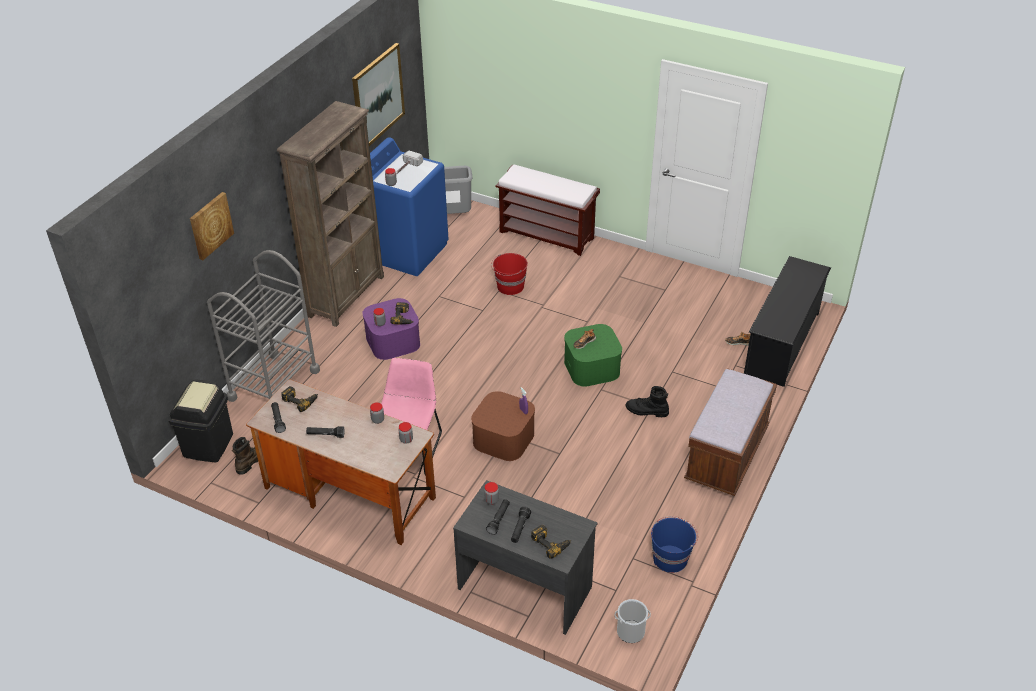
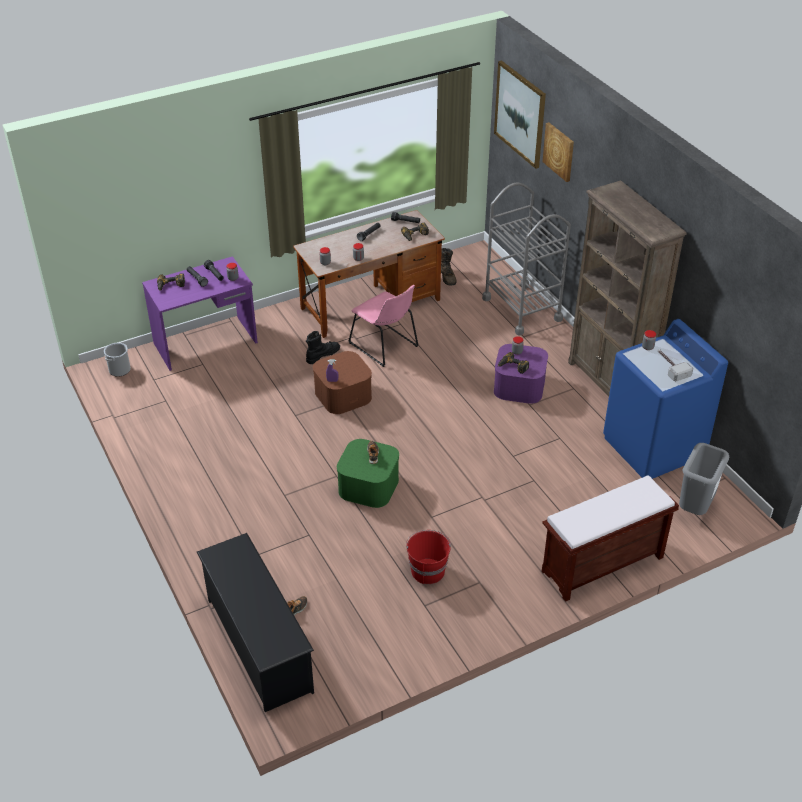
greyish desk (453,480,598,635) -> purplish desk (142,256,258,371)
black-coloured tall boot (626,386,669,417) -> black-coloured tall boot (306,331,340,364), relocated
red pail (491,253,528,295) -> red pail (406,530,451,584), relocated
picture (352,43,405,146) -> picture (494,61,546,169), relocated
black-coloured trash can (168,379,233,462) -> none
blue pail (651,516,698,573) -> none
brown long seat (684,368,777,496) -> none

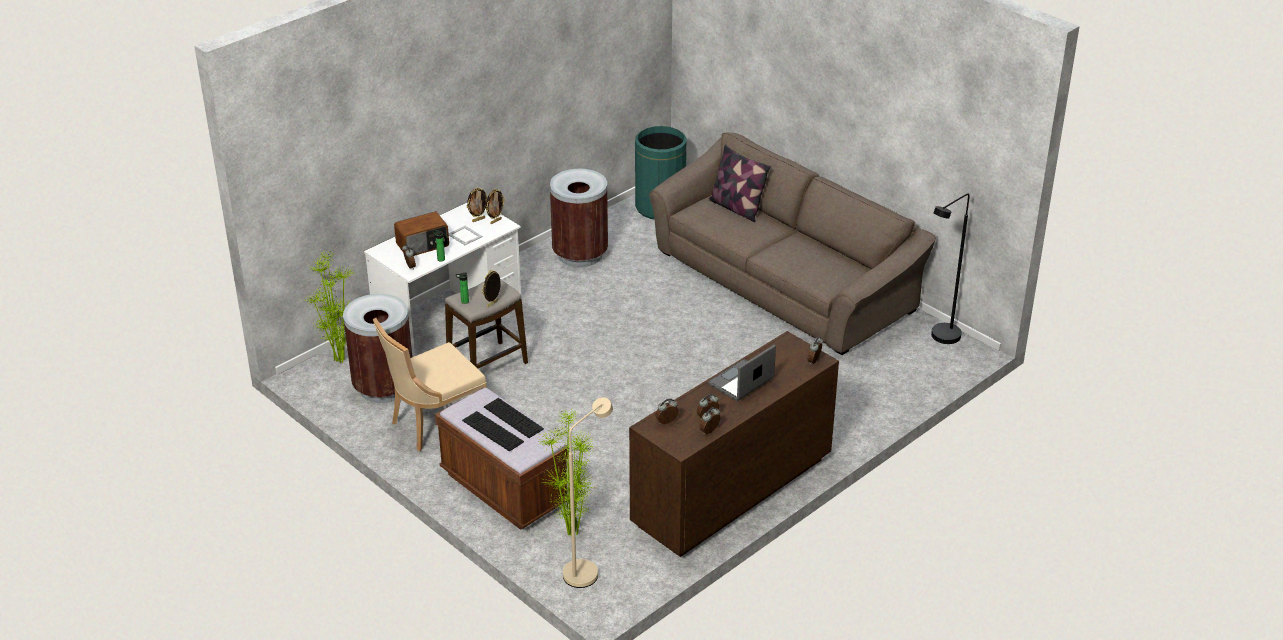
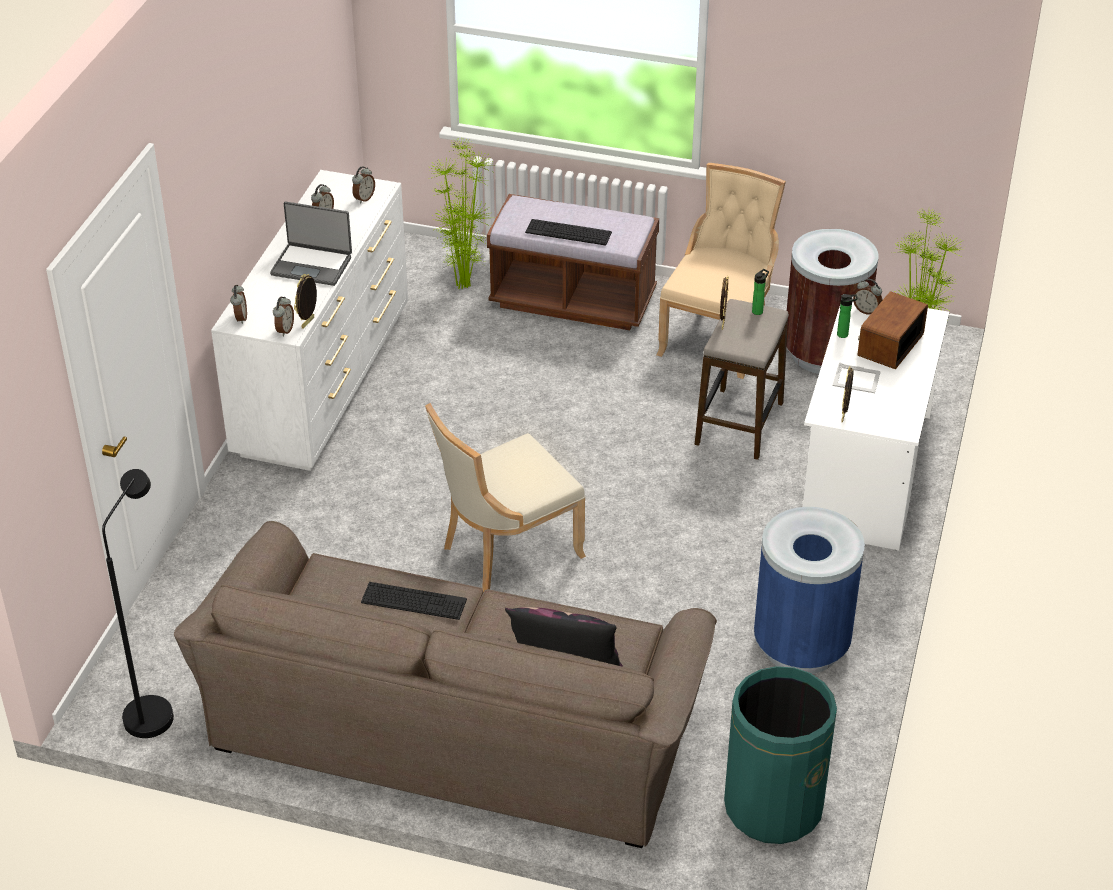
brown drawer chest (629,331,839,557) -> whitish drawer chest (211,170,408,471)
portable computer (708,345,776,401) -> portable computer (270,202,352,286), 90 degrees clockwise
table clock (700,407,720,434) -> table clock (273,297,294,336), relocated
photo frame (467,187,488,222) -> photo frame (294,274,317,329), relocated
keyboard (462,411,524,451) -> keyboard (361,582,467,620), relocated
none -> beige-coloured plain chair (425,403,586,592)
brown trash can (550,169,608,267) -> blue trash can (754,507,865,674)
beige-coloured floor lamp (563,397,613,588) -> none

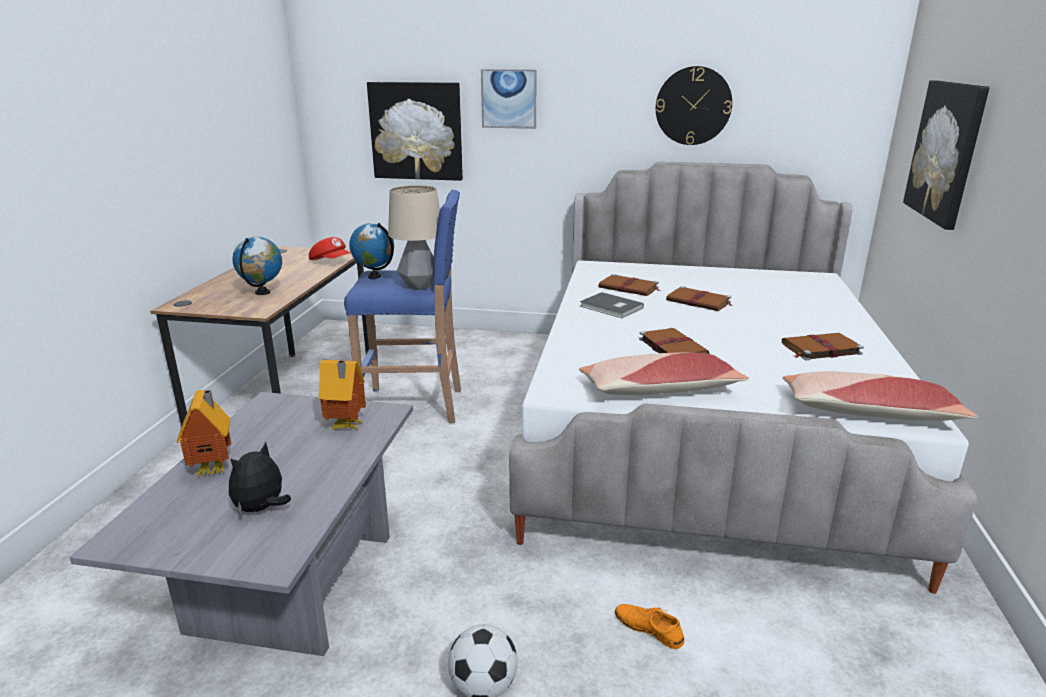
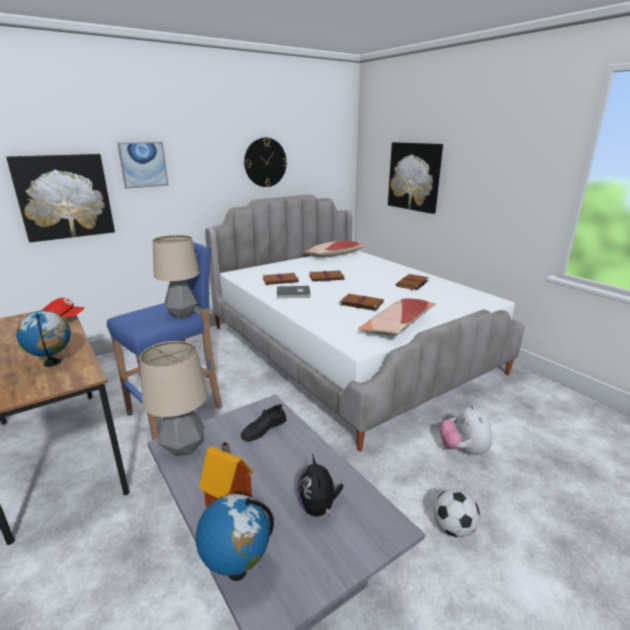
none -> lamp for a table (140,341,208,456)
globe (349,223,394,279) -> globe (196,494,274,581), relocated
toy house (319,360,366,430) -> black-coloured item of footwear (241,404,287,441)
pillow (783,371,978,421) -> pillow (304,240,365,258), relocated
orangey item of footwear (615,604,684,649) -> soft toy (440,405,492,456)

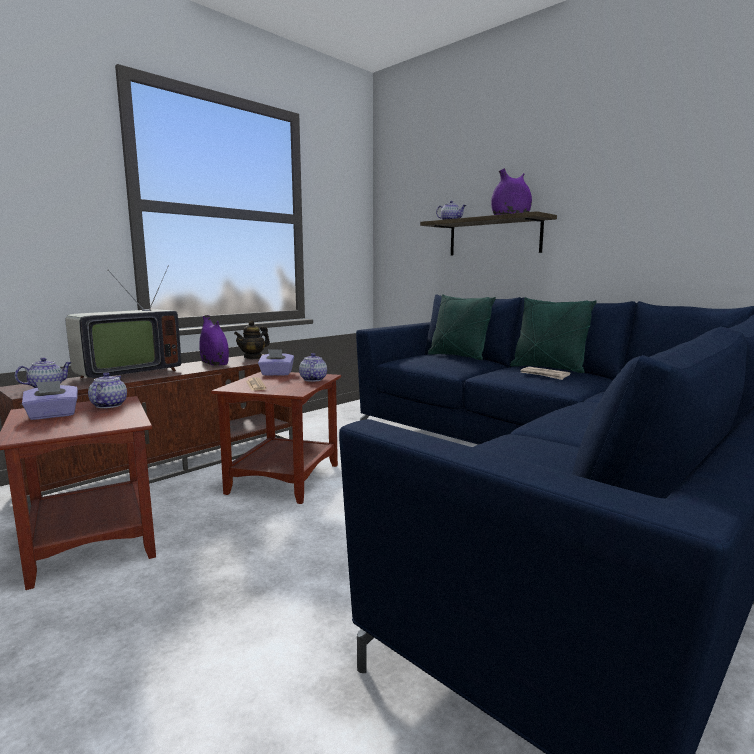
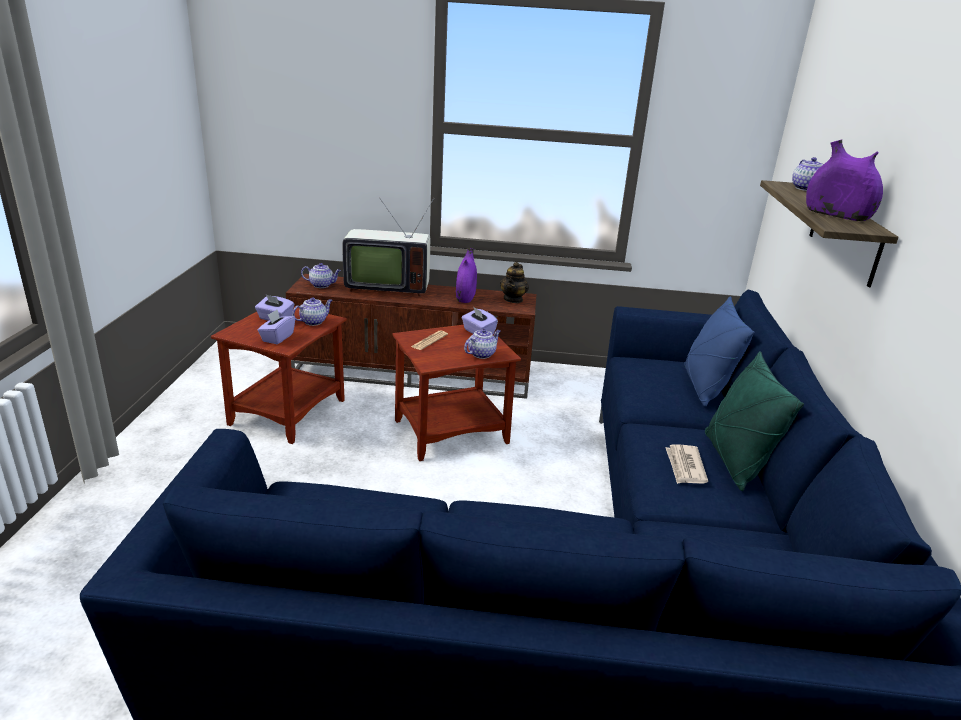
none -> purplish tissue holder (258,310,295,344)
tea pot (234,320,270,359) -> tea pot (500,262,529,303), 75 degrees counterclockwise
greenish pillow (428,294,496,360) -> blue pillow (684,296,754,407)

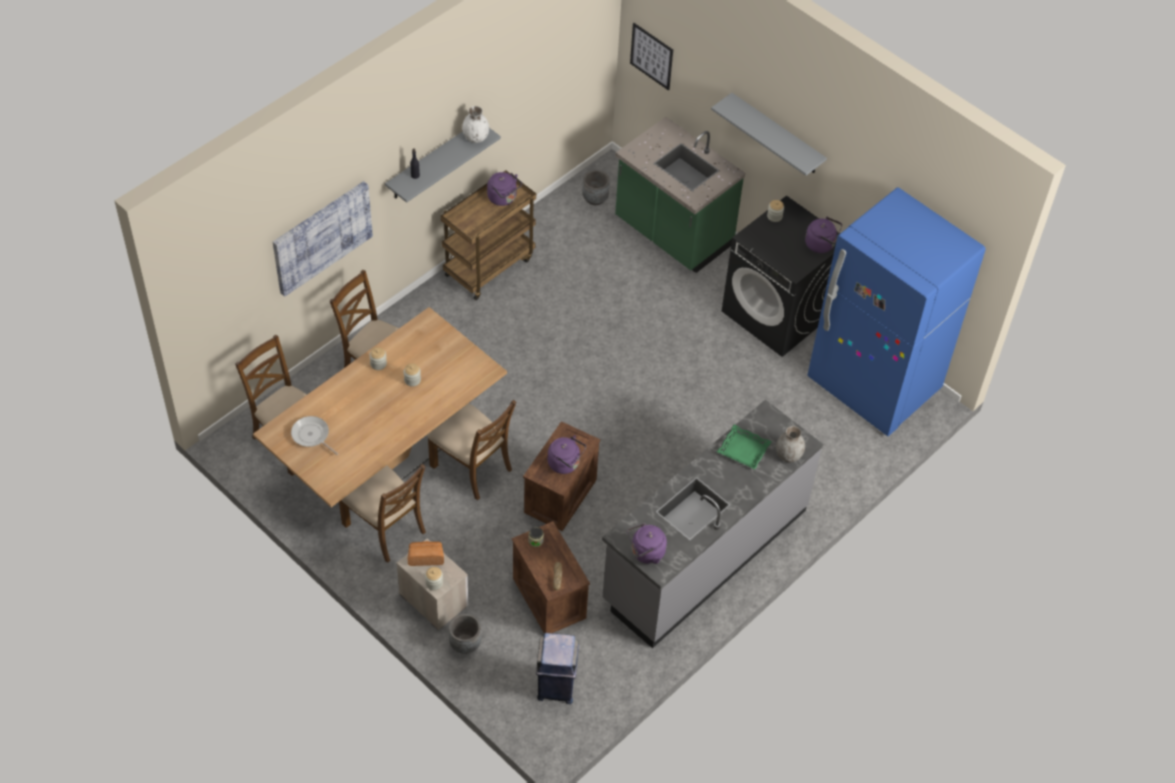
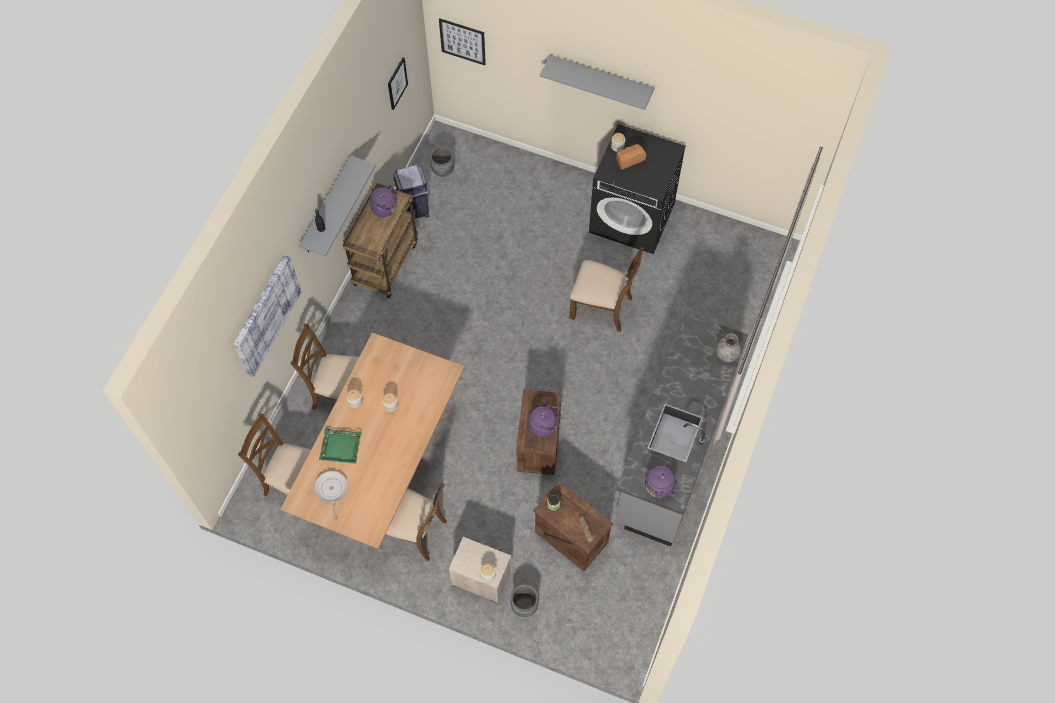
pan (291,416,338,455) -> pan (314,471,348,521), 60 degrees clockwise
greenish carrying tray (717,425,772,469) -> greenish carrying tray (319,429,362,464), relocated
none -> picture (388,57,408,110)
blue trash can (536,633,579,704) -> blue trash can (393,165,430,219), relocated
brown plain chair (428,400,517,500) -> brown plain chair (569,247,644,332), relocated
baked bread (407,541,444,566) -> baked bread (616,144,646,169), relocated
whitish decorative vase (462,106,489,143) -> none
greenish counter (615,117,745,273) -> none
purplish water kettle (805,217,842,253) -> none
blue fridge (807,187,986,436) -> none

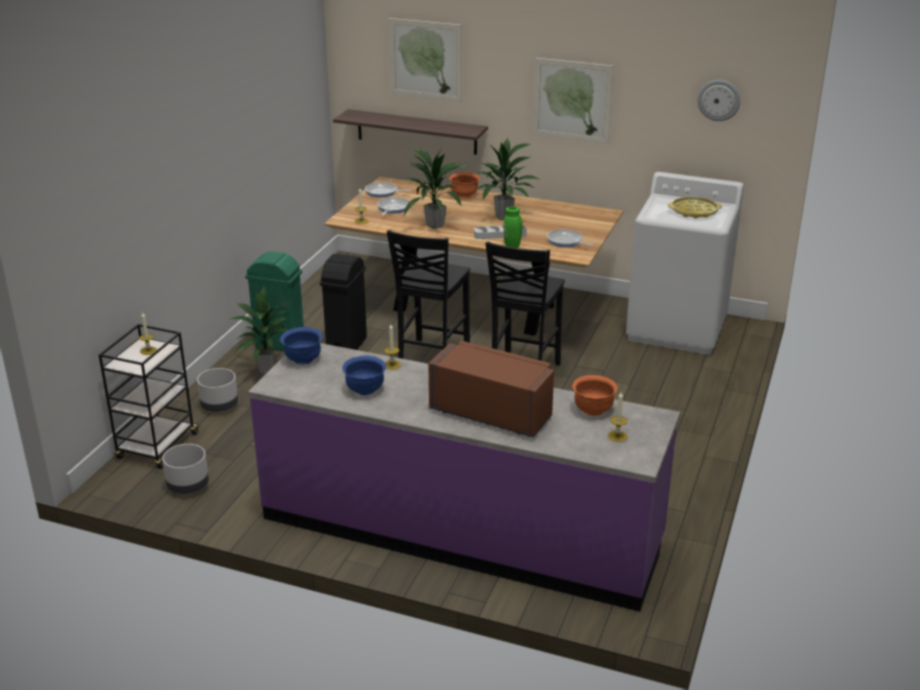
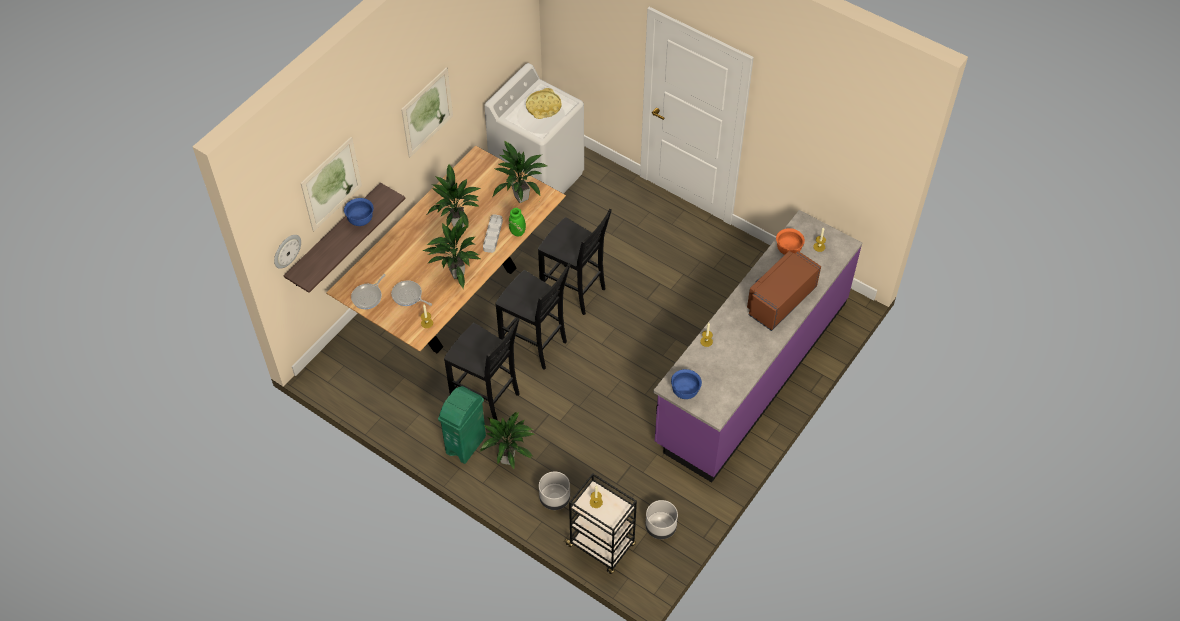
hanging clock (697,80,741,121) -> hanging clock (274,235,301,269), relocated
blue bowl (342,356,386,395) -> blue bowl (344,198,374,226), relocated
black-coloured trash can (320,254,367,350) -> black-coloured plain chair (444,318,520,421)
pan (547,229,594,247) -> potted plant (493,140,548,203)
orangey bowl (449,172,480,198) -> none

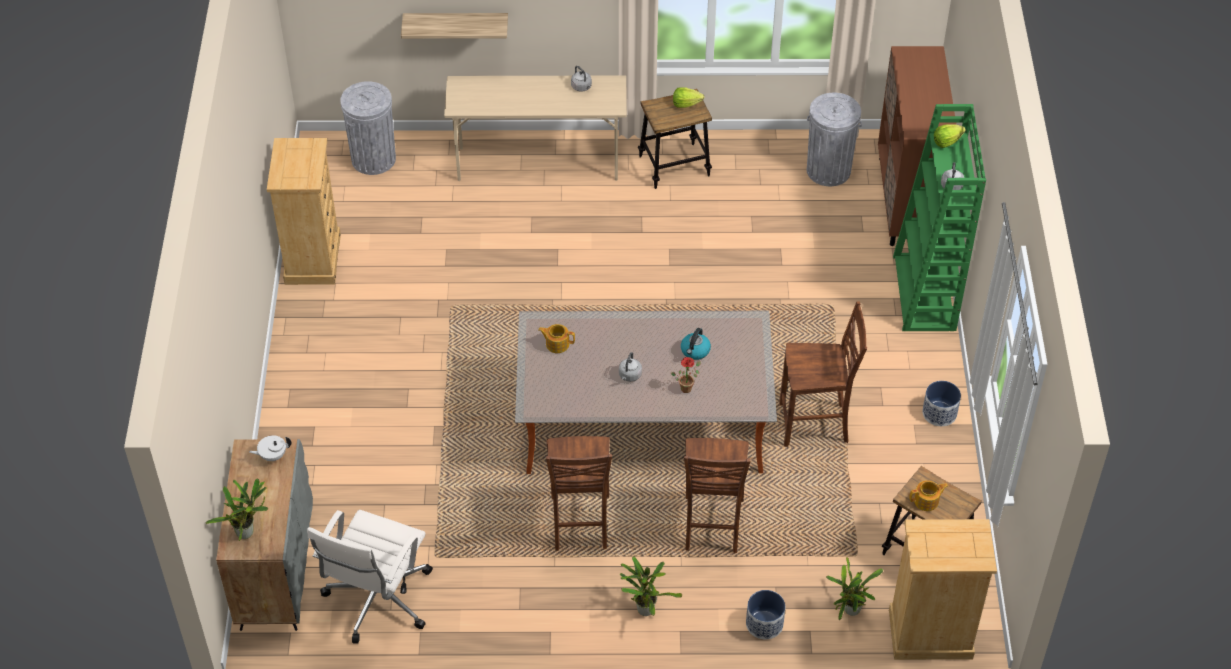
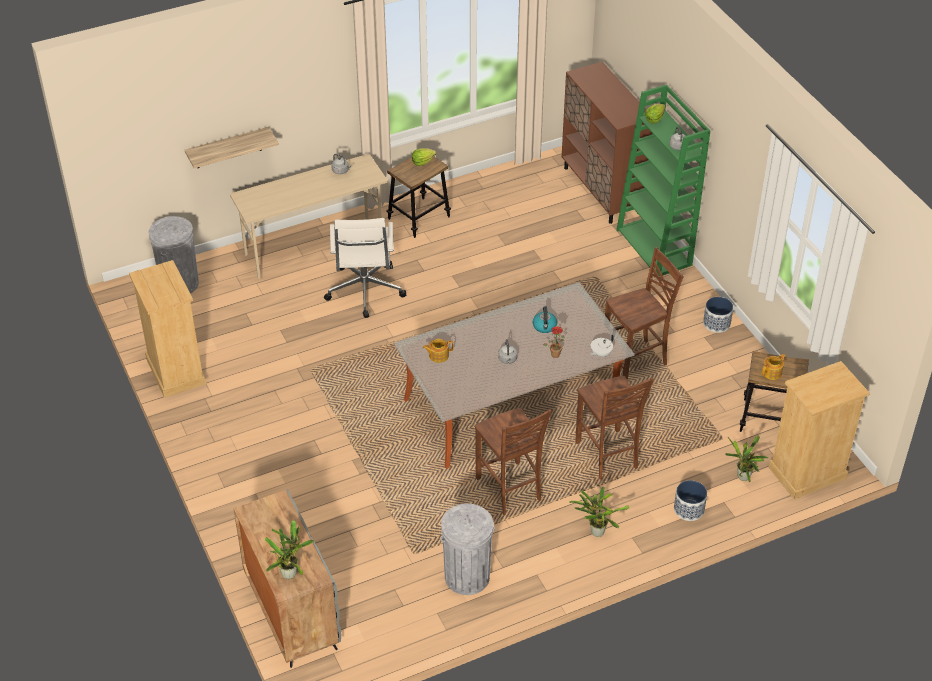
whitish desk chair (307,510,433,644) -> whitish desk chair (324,218,406,318), relocated
greyish trash can (806,93,862,186) -> greyish trash can (440,503,494,595), relocated
whitish tea pot (249,435,291,461) -> whitish tea pot (589,334,614,357), relocated

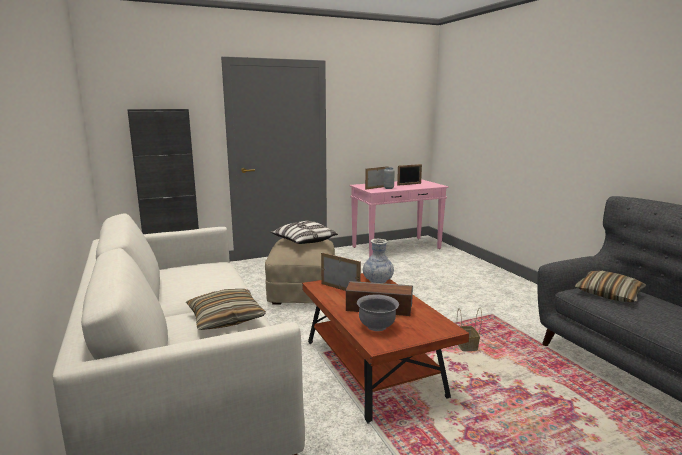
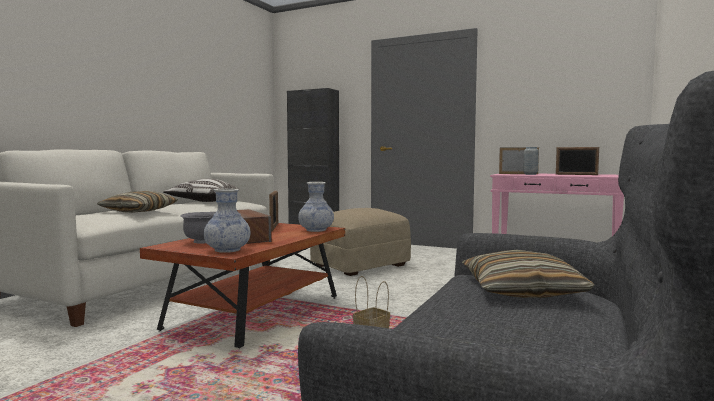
pillow (271,221,338,244) -> pillow (163,179,239,202), relocated
none -> decorative vase (204,189,250,253)

